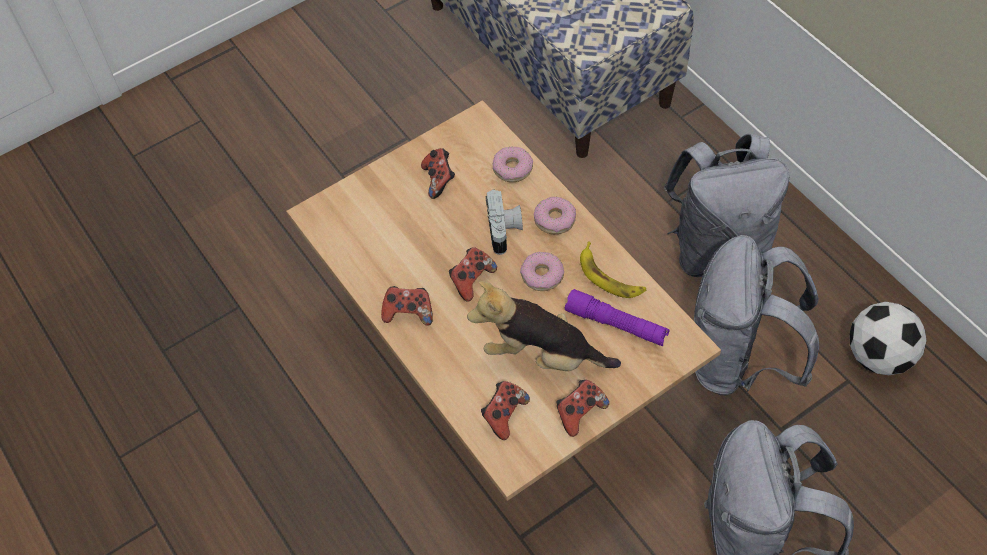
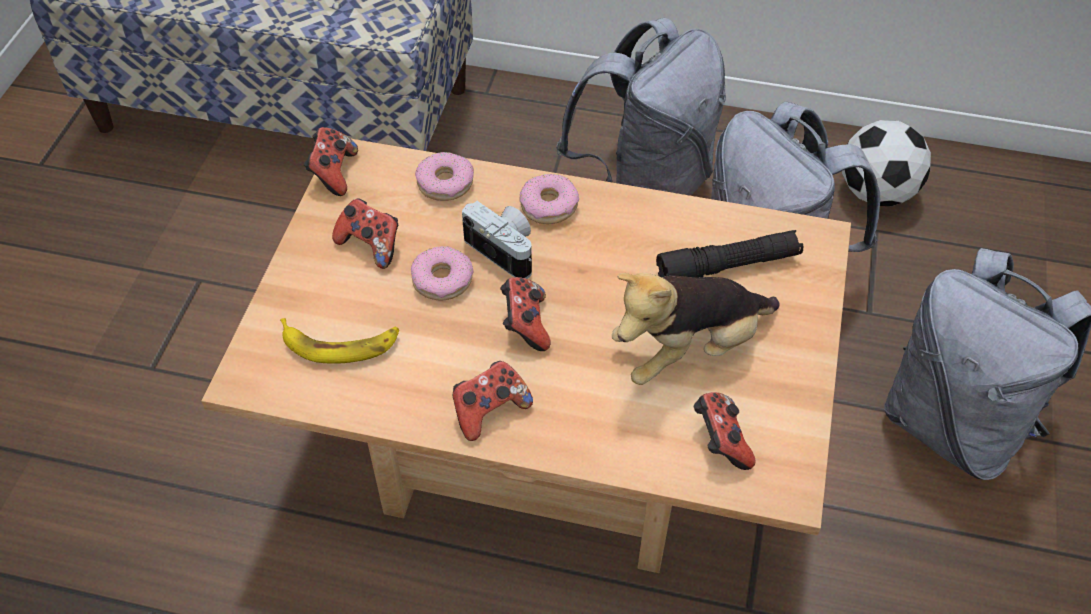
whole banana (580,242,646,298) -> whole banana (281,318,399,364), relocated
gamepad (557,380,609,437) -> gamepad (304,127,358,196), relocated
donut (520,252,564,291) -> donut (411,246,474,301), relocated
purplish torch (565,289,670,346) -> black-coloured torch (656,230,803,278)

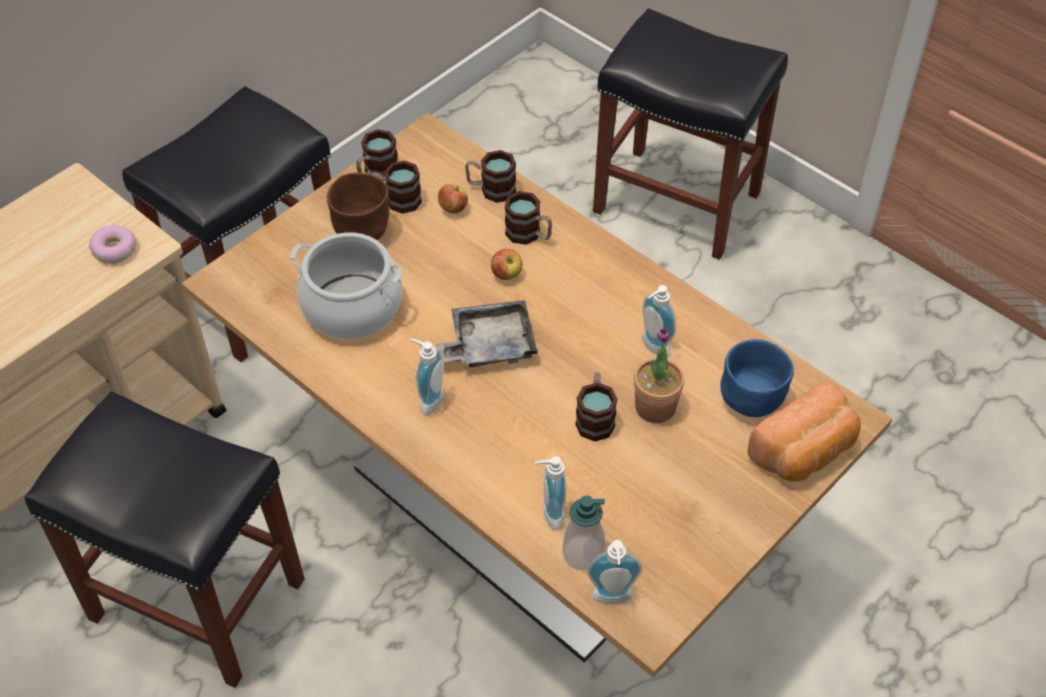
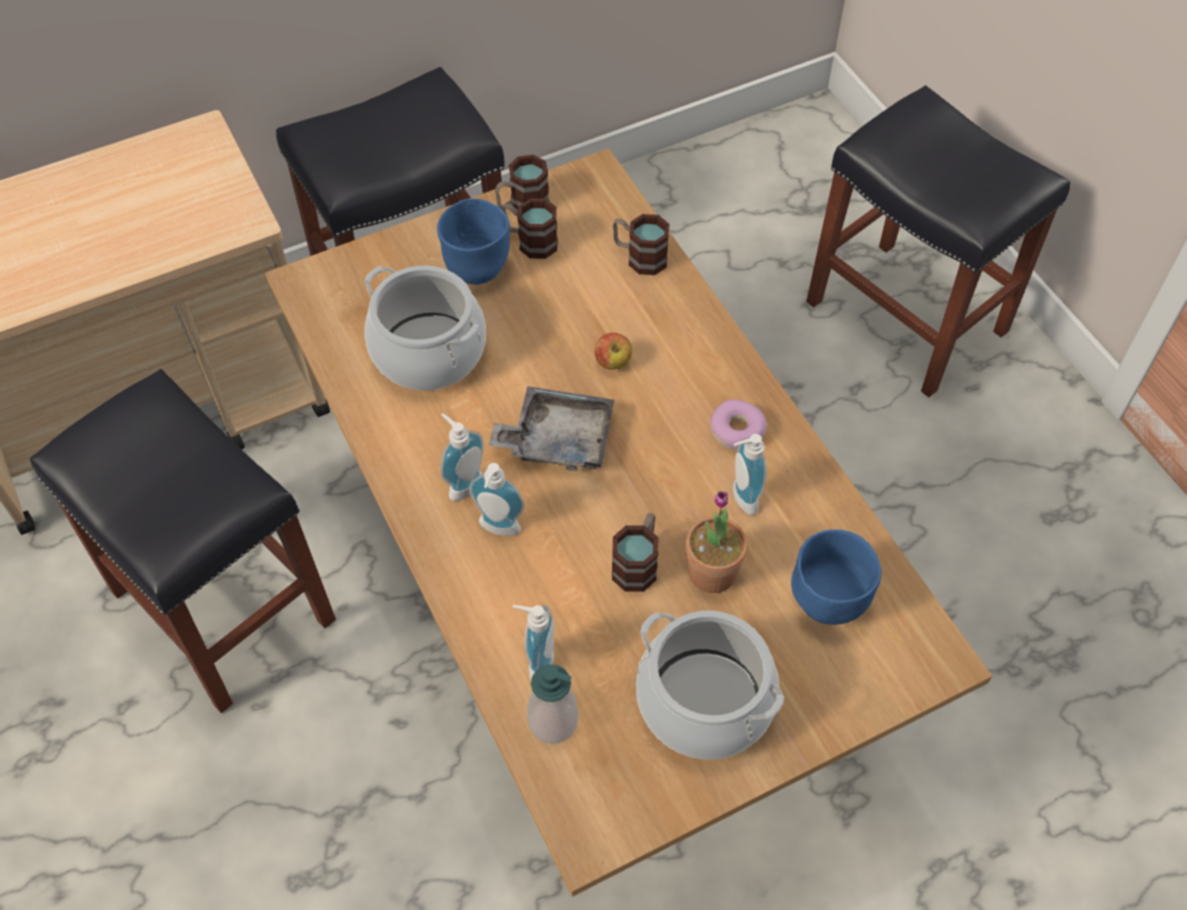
brown bowl (327,172,389,240) -> blue bowl (437,199,510,284)
liquid soap bottle (587,540,642,605) -> liquid soap bottle (469,463,525,536), relocated
none -> saucepot (636,611,785,760)
donut (89,225,136,264) -> donut (710,400,767,450), relocated
apple (438,184,468,214) -> none
coffee mug (505,191,552,245) -> none
baked bread (748,380,861,481) -> none

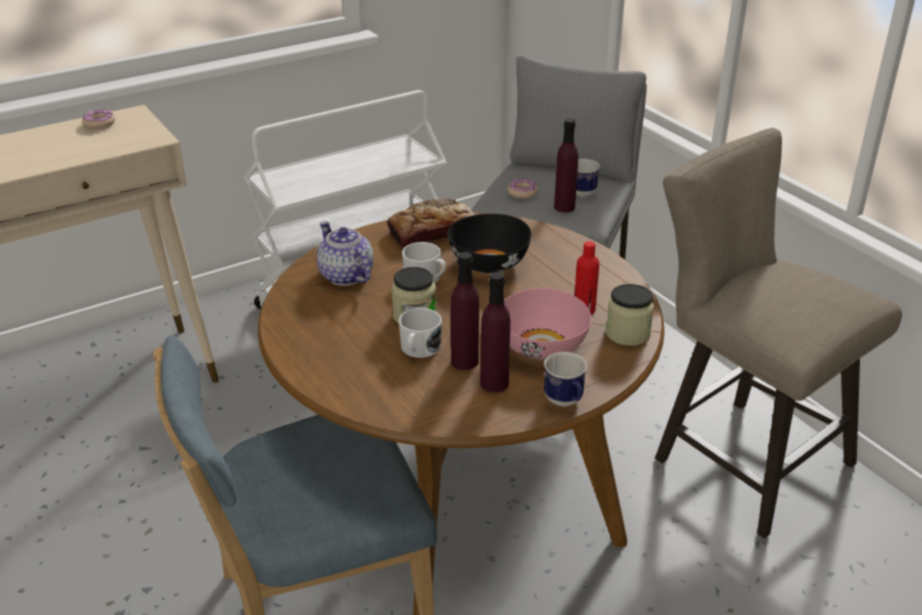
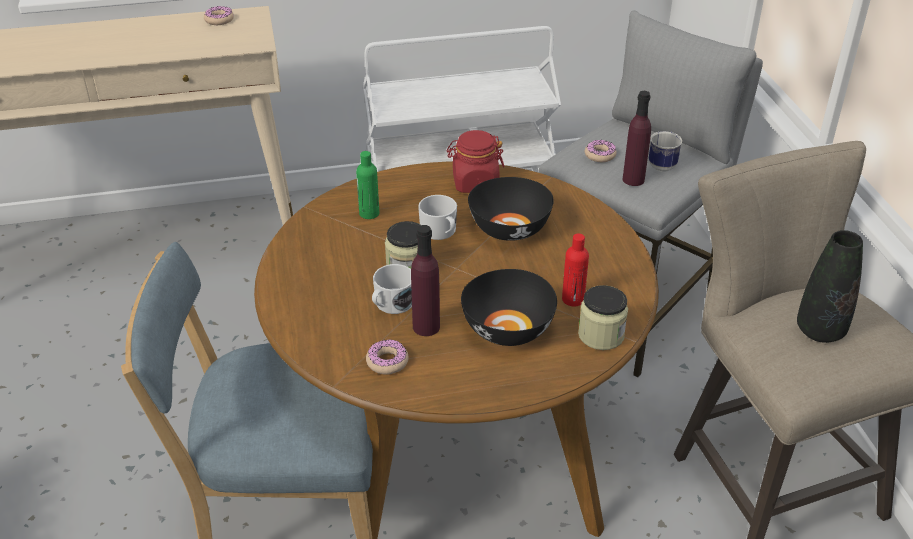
tea pot (317,221,373,286) -> greenish beverage bottle (356,151,379,219)
none -> donut (366,339,409,375)
baked bread (387,198,475,248) -> red storage jar (446,130,505,193)
pink bowl (504,288,592,360) -> black-coloured bowl (461,269,557,346)
none -> black-coloured decorative vase (797,230,863,343)
purplish beverage bottle (480,272,510,393) -> none
coffee mug (544,352,587,406) -> none

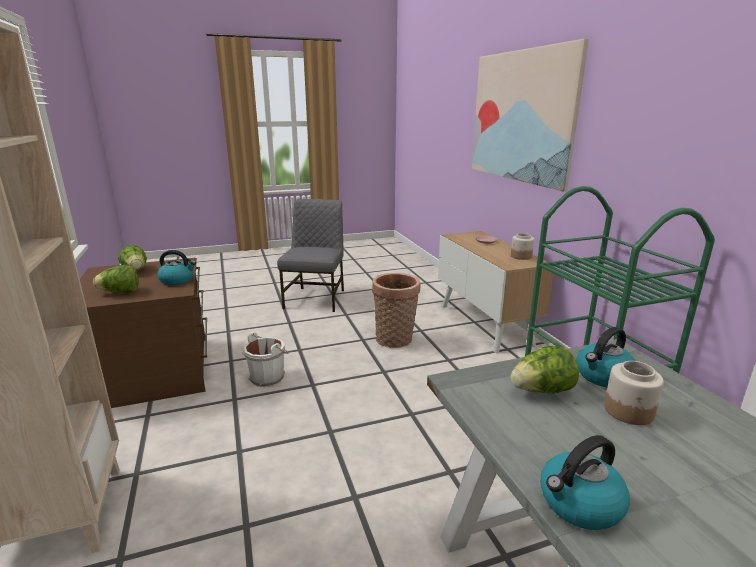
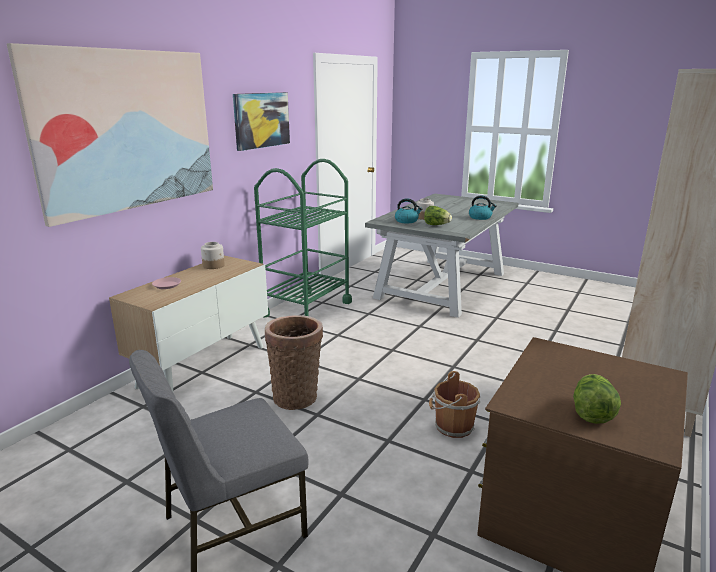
none -> picture (233,92,290,151)
whitish pail (242,332,289,387) -> brown pail (429,371,480,438)
lettuce (93,265,139,293) -> none
water kettle (157,250,196,285) -> none

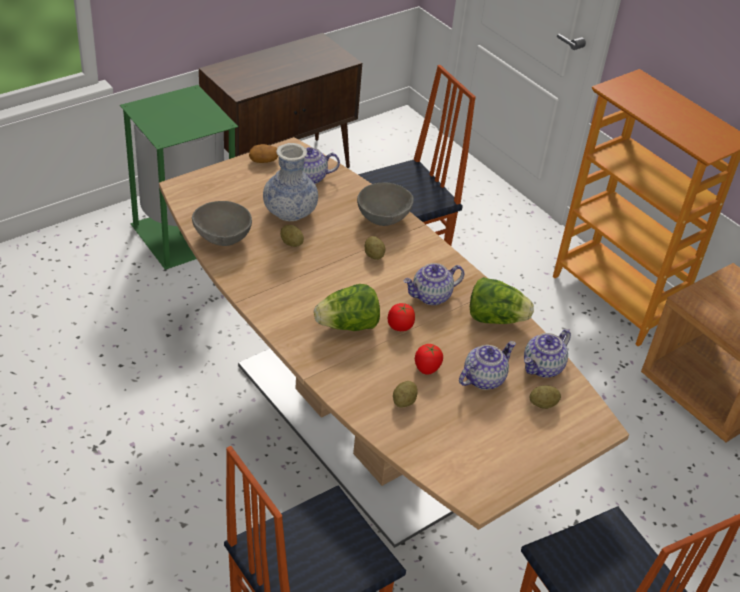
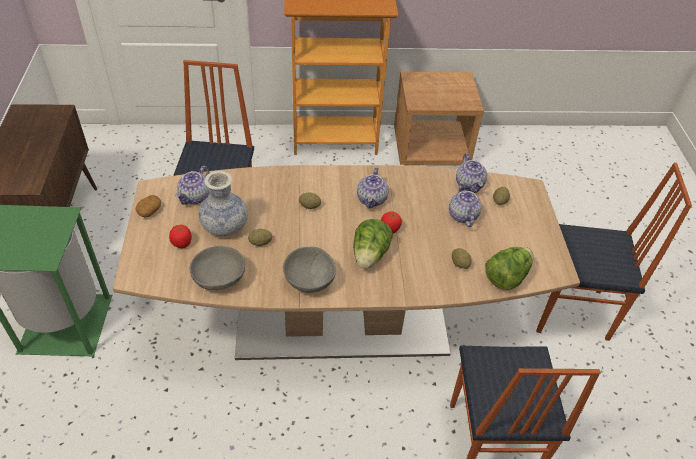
fresh tomato (415,344,443,375) -> fresh tomato (169,225,192,248), relocated
greyish bowl (357,182,414,226) -> greyish bowl (283,247,336,293), relocated
lettuce (470,277,534,324) -> lettuce (485,247,534,290), relocated

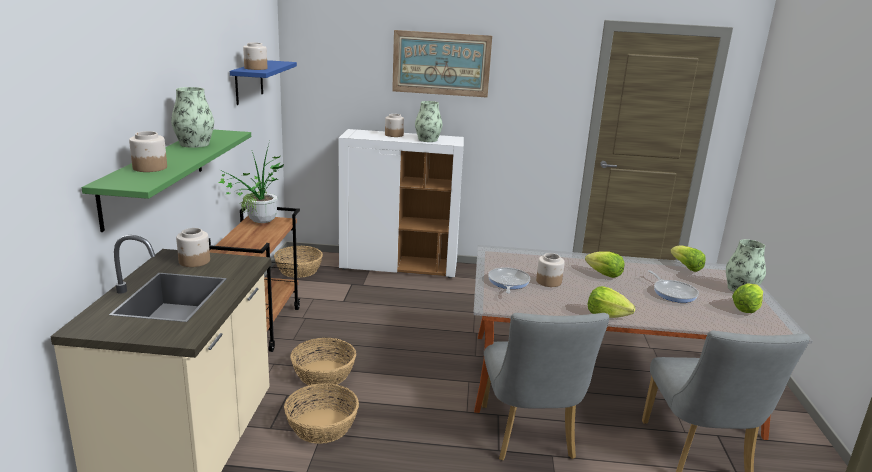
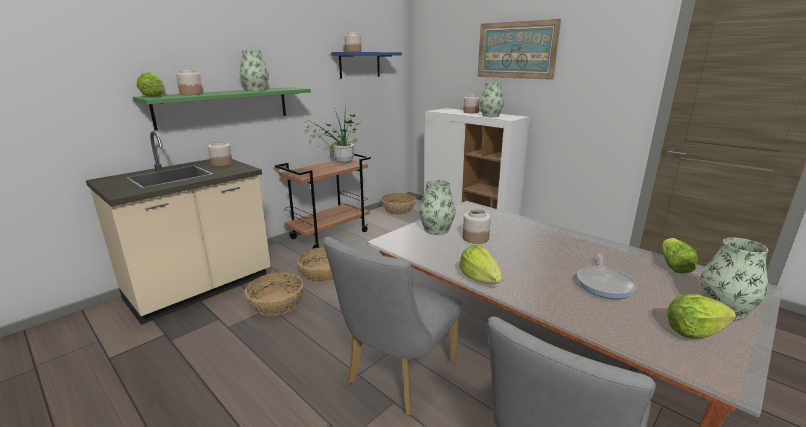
lettuce (585,251,624,278) -> lettuce (137,72,165,97), relocated
pan (488,267,530,294) -> decorative vase (419,180,456,235)

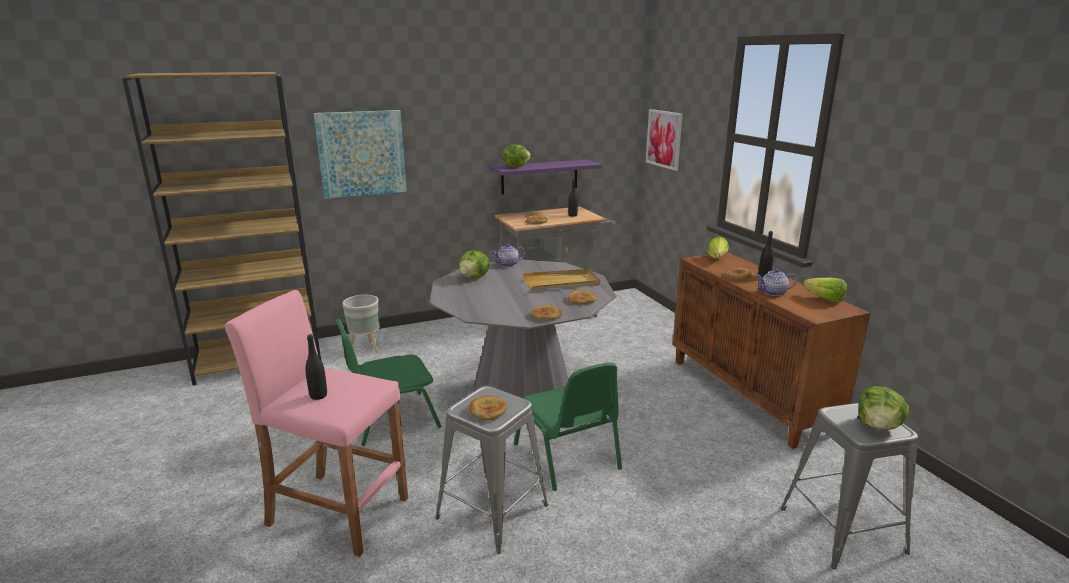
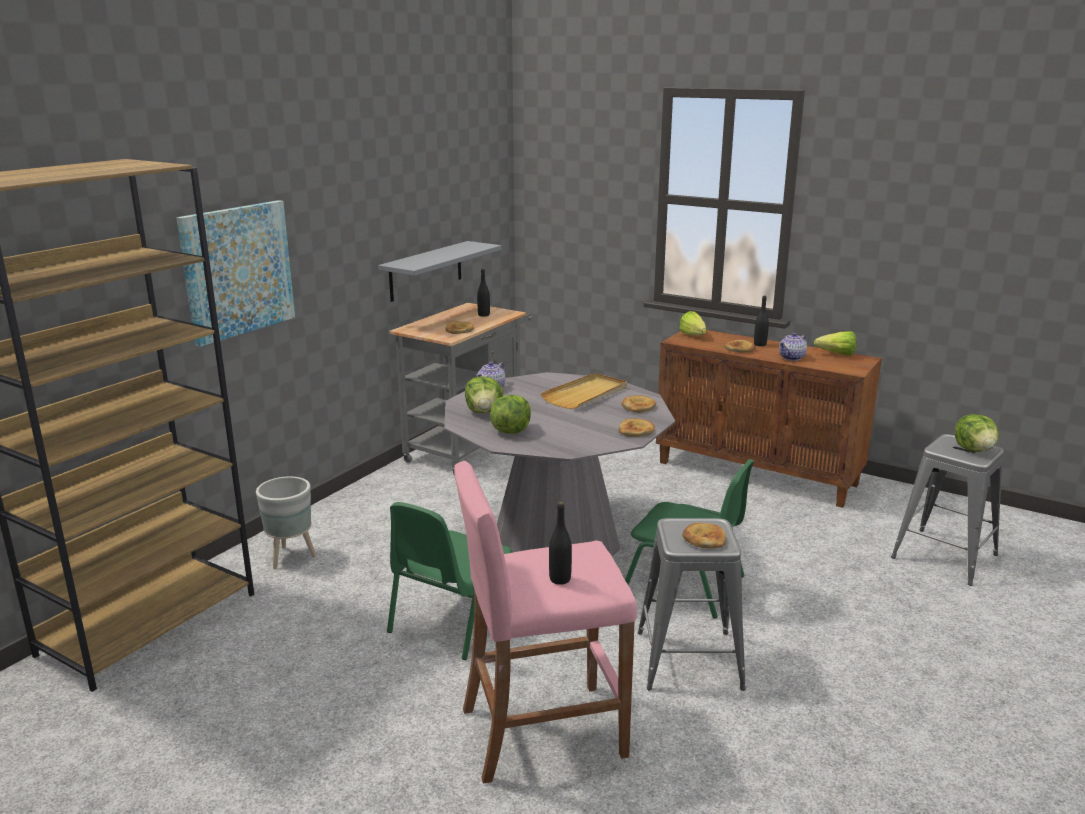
purplish bracket shelf (491,159,602,195) -> greyish bracket shelf (378,241,501,302)
lettuce (502,144,531,167) -> lettuce (490,395,531,434), relocated
picture (646,109,683,171) -> none

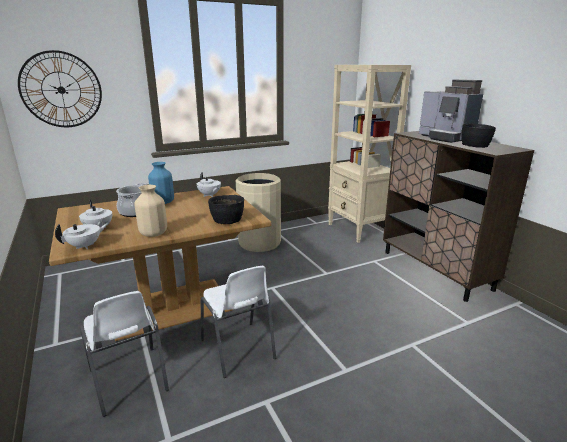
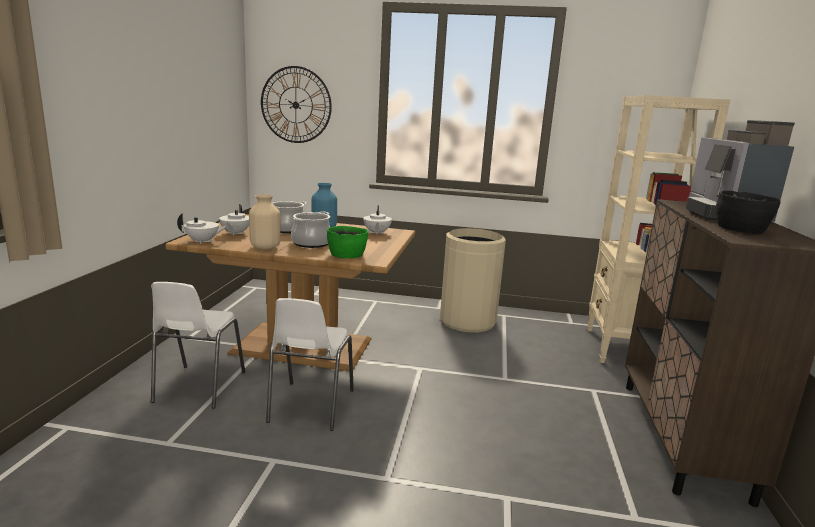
none -> saucepot (291,211,330,248)
black-coloured bowl (208,195,244,224) -> greenish bowl (327,226,369,258)

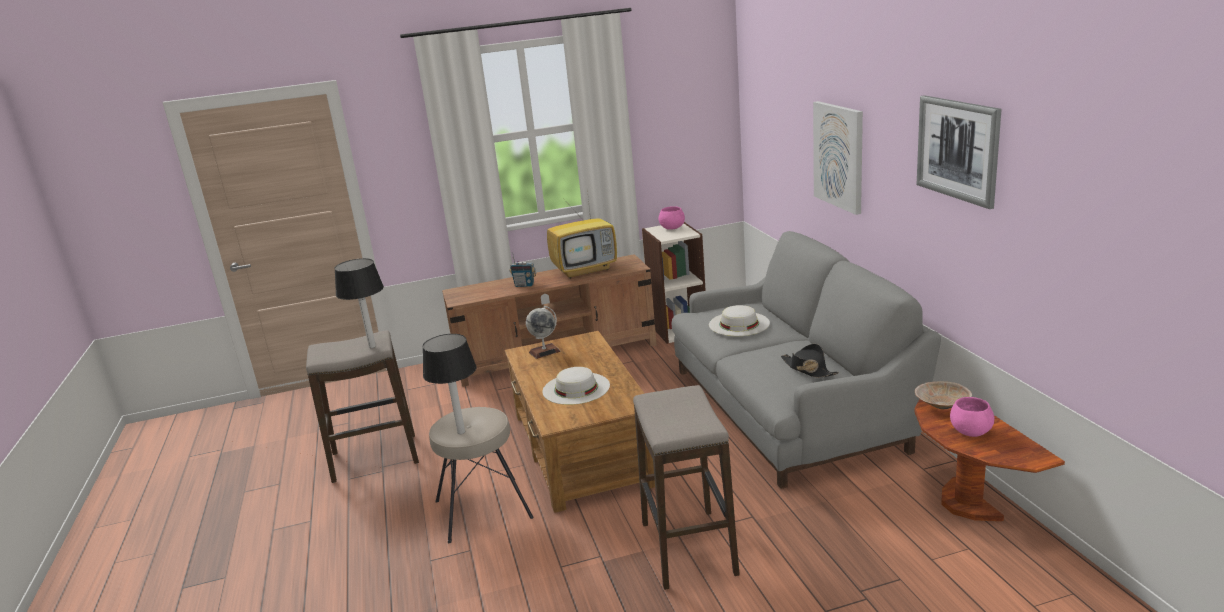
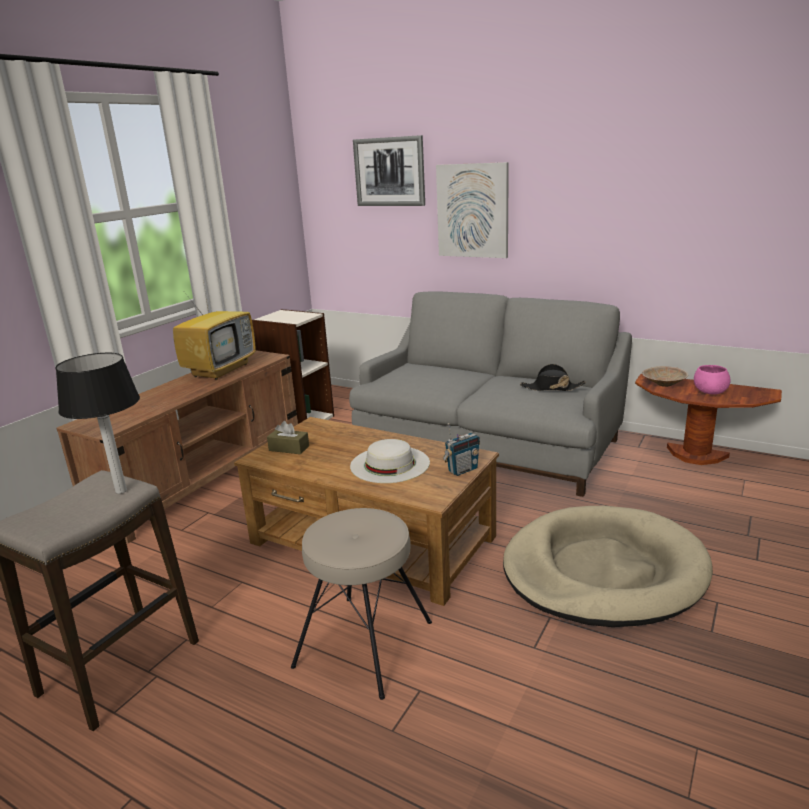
globe (526,306,561,359) -> brown tissue holder (267,421,309,454)
picture (917,95,1001,209) -> picture (353,135,425,206), relocated
radio set (509,252,536,287) -> radio set (442,423,480,476), relocated
stool seat (633,385,740,590) -> beige-coloured dog bed (503,506,713,627)
lamp for a table (423,334,477,434) -> none
pink bowl (659,206,685,230) -> none
whitish clothing hat (709,305,770,336) -> none

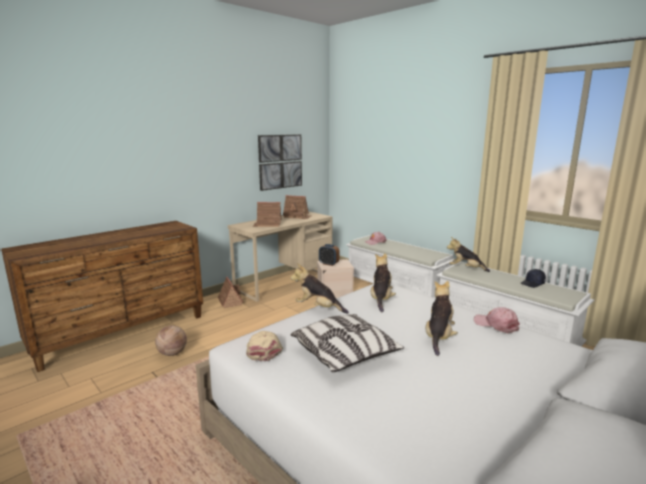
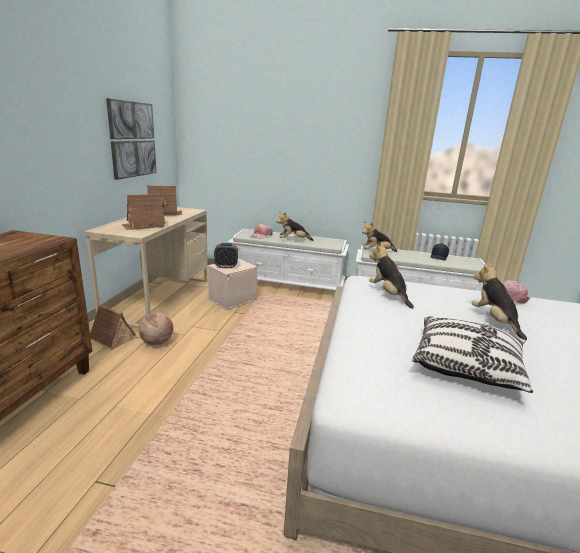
ball for basketball (155,325,187,356) -> ball for basketball (139,312,173,345), relocated
soft toy (291,263,349,314) -> soft toy (276,212,314,241), relocated
beige-coloured cap (246,331,283,361) -> none

